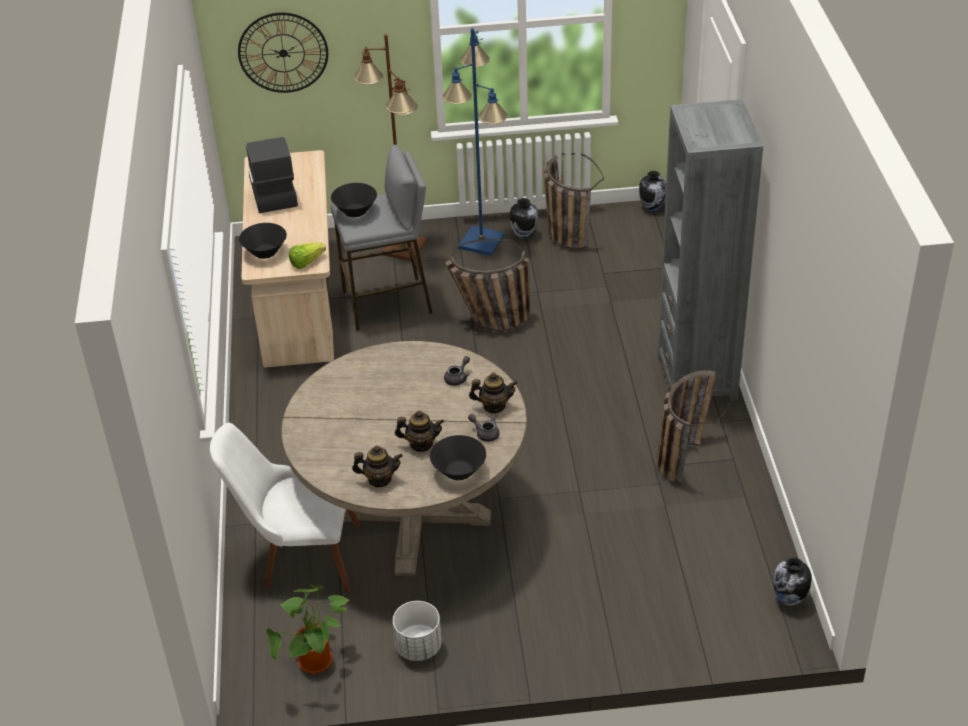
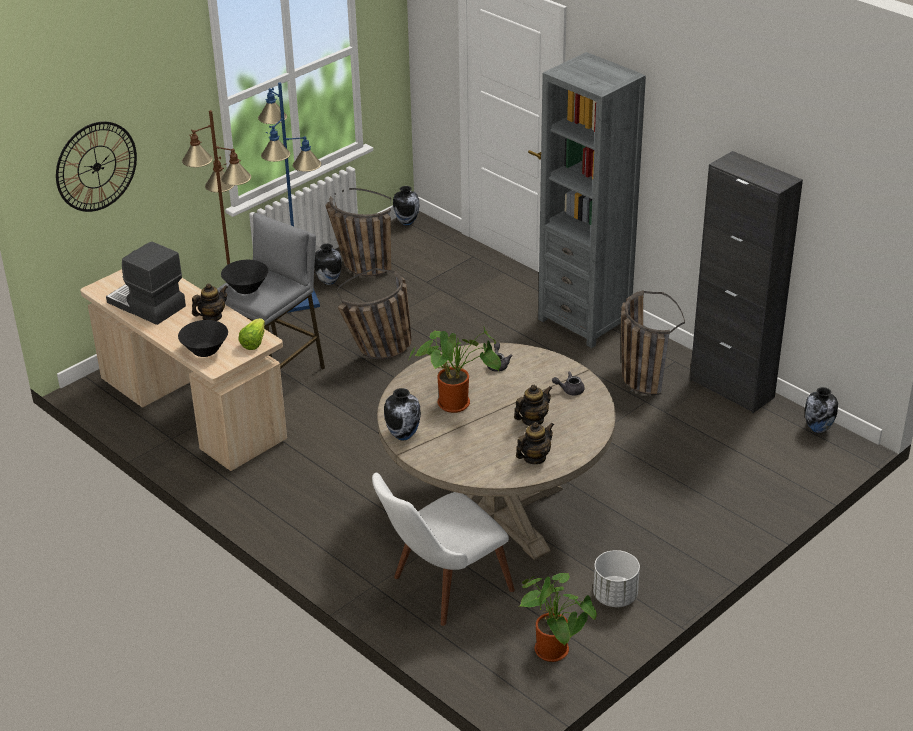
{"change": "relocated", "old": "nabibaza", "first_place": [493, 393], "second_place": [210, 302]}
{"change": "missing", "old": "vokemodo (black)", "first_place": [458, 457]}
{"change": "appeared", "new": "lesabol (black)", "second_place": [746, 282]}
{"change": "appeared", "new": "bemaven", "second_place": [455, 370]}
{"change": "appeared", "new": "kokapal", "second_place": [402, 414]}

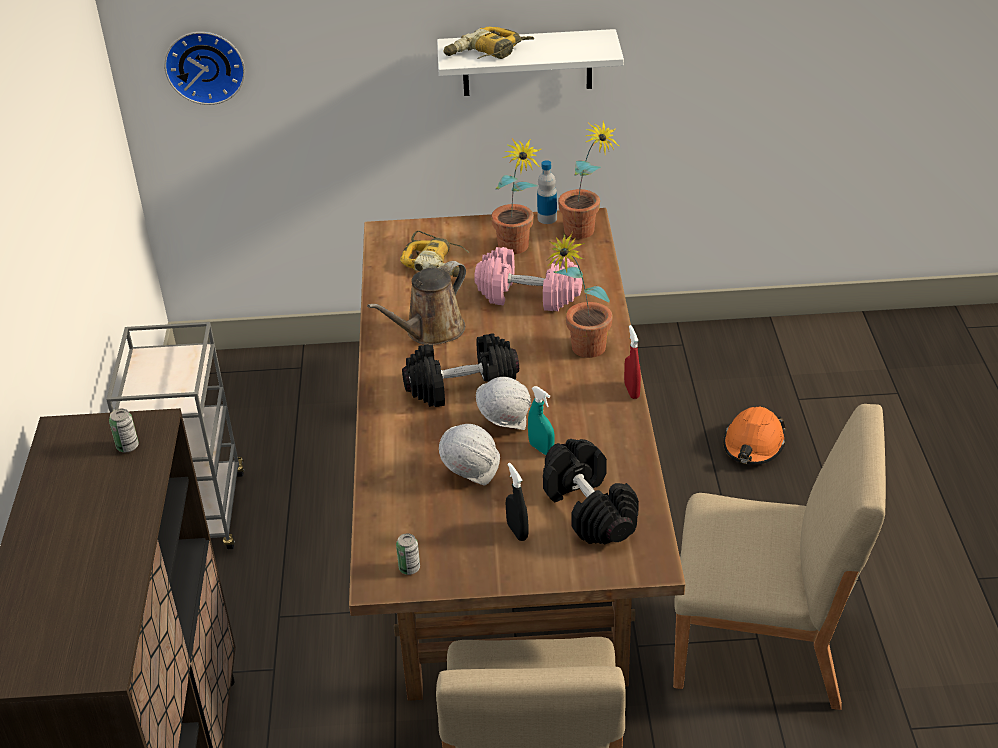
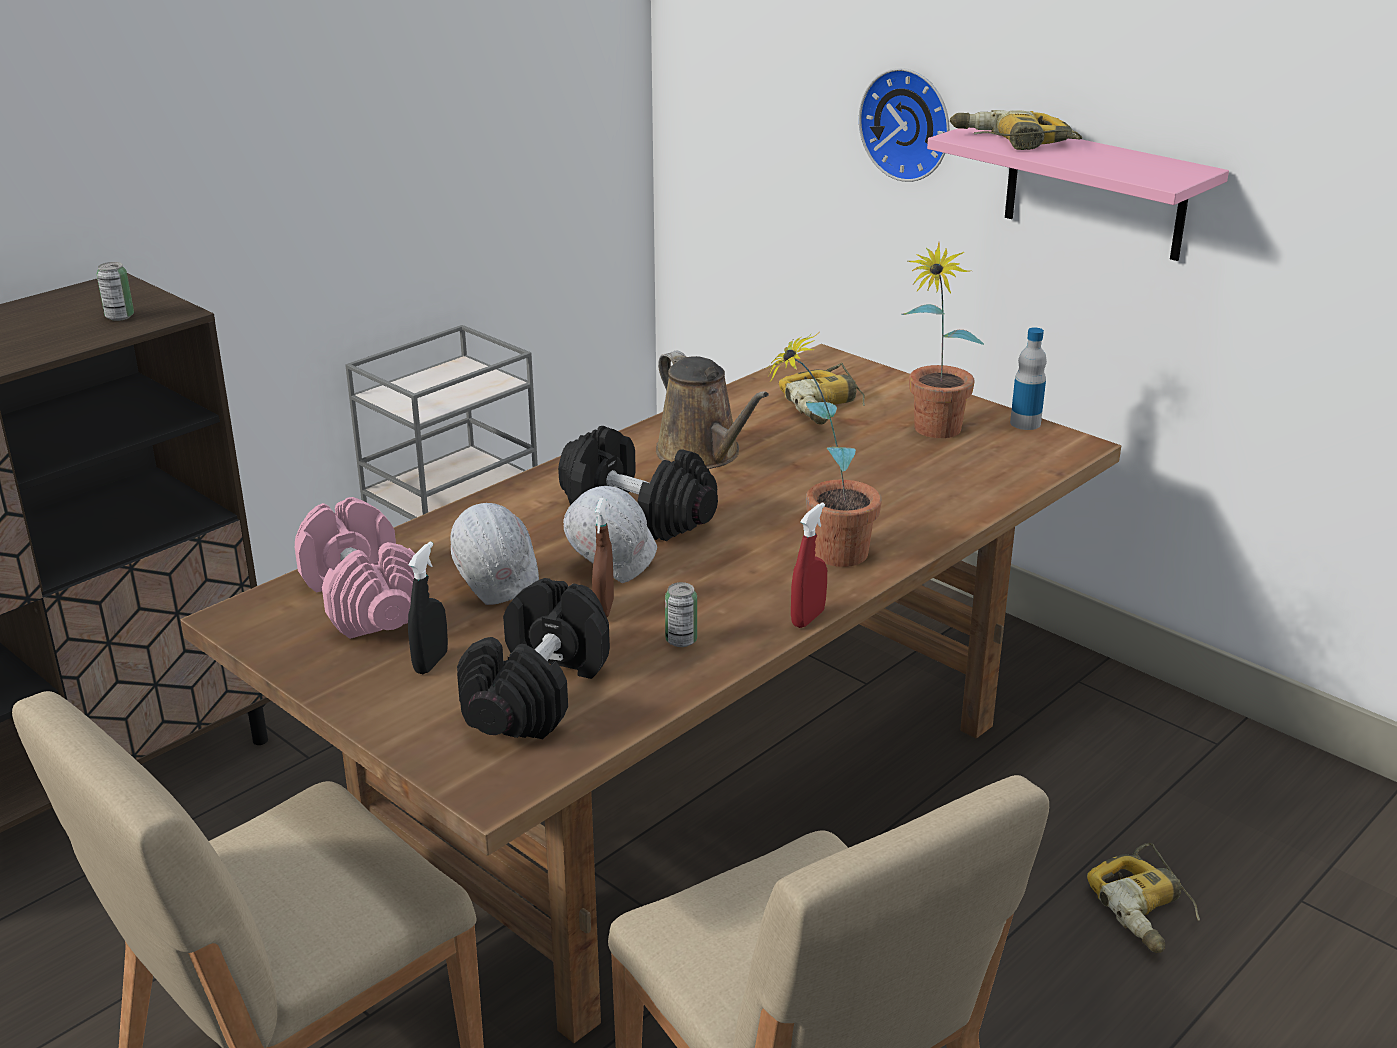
{"change": "colour", "old": "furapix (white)", "new": "furapix (pink)", "first_place": [530, 62], "second_place": [1078, 194]}
{"change": "relocated", "old": "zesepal", "first_place": [204, 68], "second_place": [904, 125]}
{"change": "missing", "old": "bemaven", "first_place": [588, 179]}
{"change": "relocated", "old": "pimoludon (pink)", "first_place": [528, 279], "second_place": [355, 568]}
{"change": "spun", "old": "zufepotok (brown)", "first_place": [416, 303], "second_place": [712, 410], "degrees": -120}
{"change": "colour", "old": "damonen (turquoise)", "new": "damonen (brown)", "first_place": [541, 420], "second_place": [603, 557]}
{"change": "exchanged", "old": "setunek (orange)", "new": "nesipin", "first_place": [754, 436], "second_place": [1143, 898]}
{"change": "relocated", "old": "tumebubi", "first_place": [408, 554], "second_place": [681, 614]}

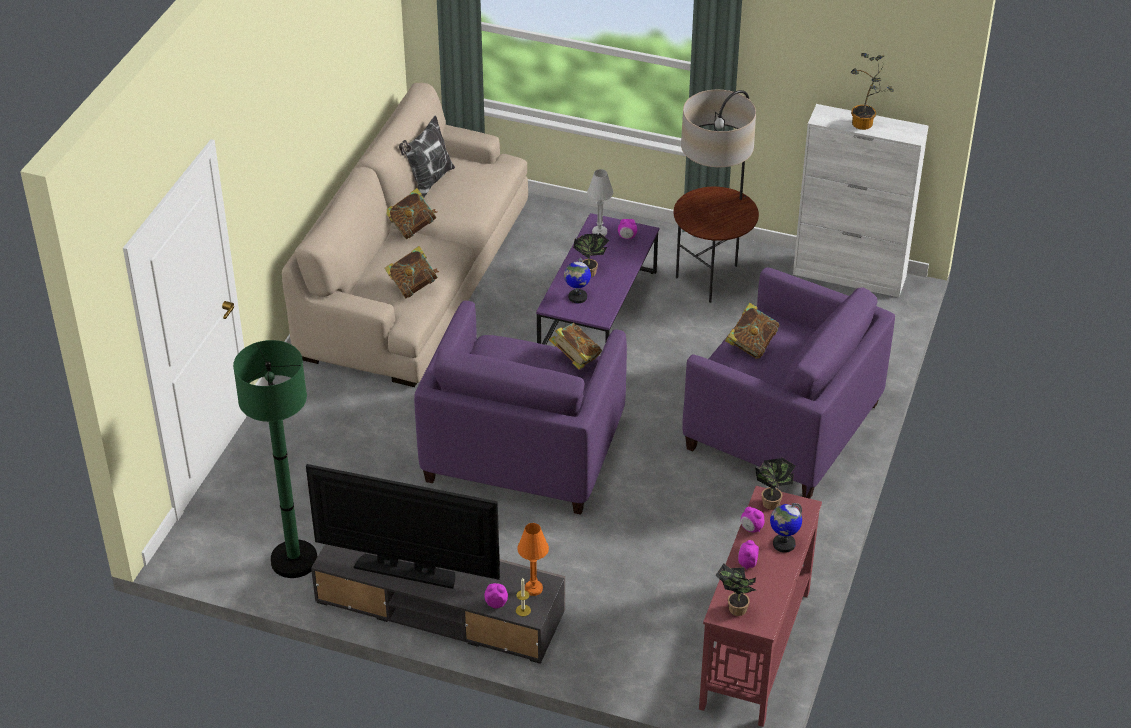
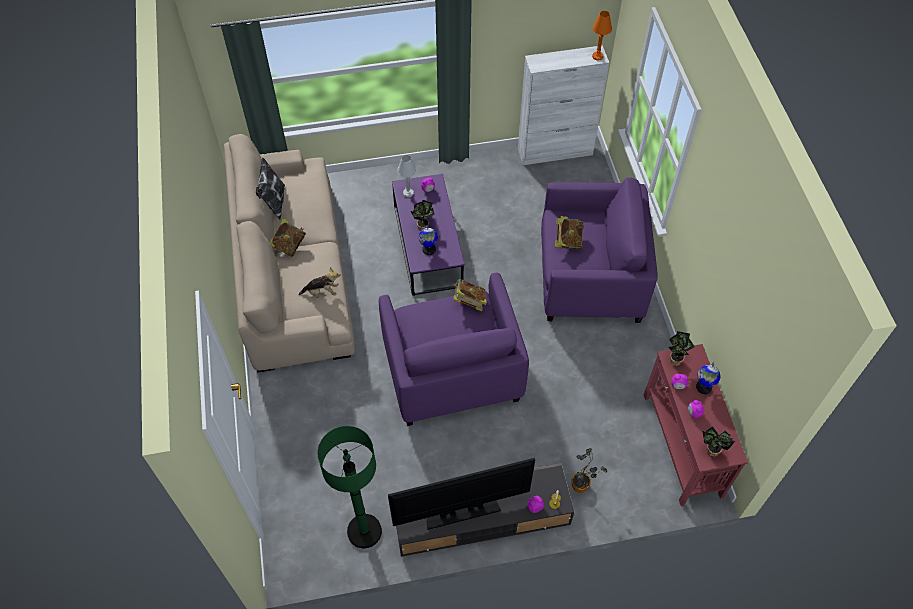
{"change": "relocated", "old": "bemaven", "first_place": [872, 91], "second_place": [589, 470]}
{"change": "missing", "old": "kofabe", "first_place": [716, 196]}
{"change": "exchanged", "old": "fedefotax", "new": "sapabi", "first_place": [412, 272], "second_place": [320, 282]}
{"change": "relocated", "old": "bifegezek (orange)", "first_place": [533, 559], "second_place": [602, 36]}

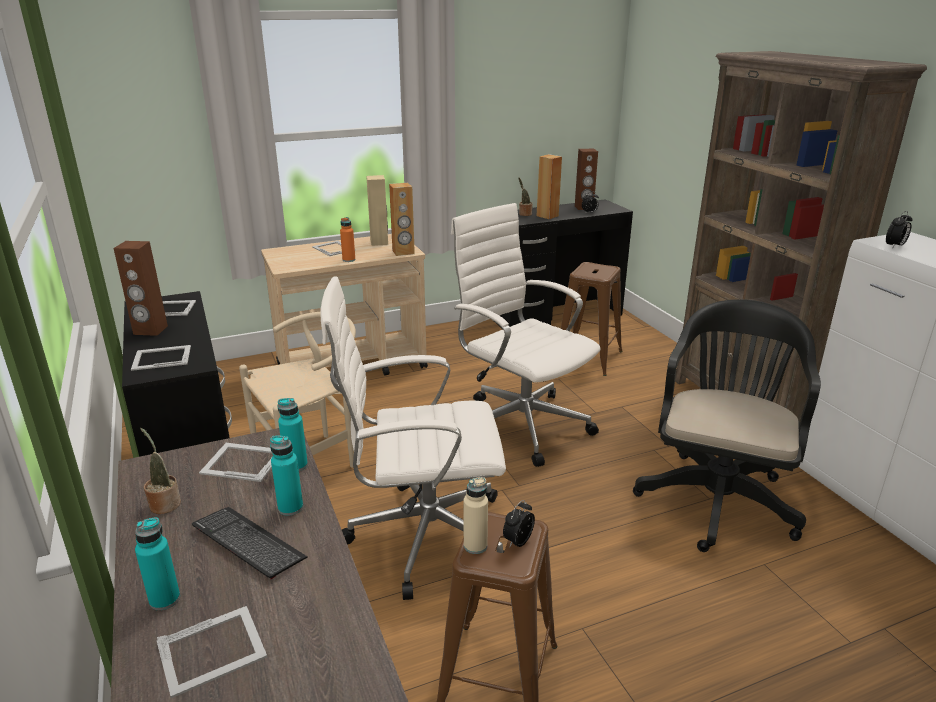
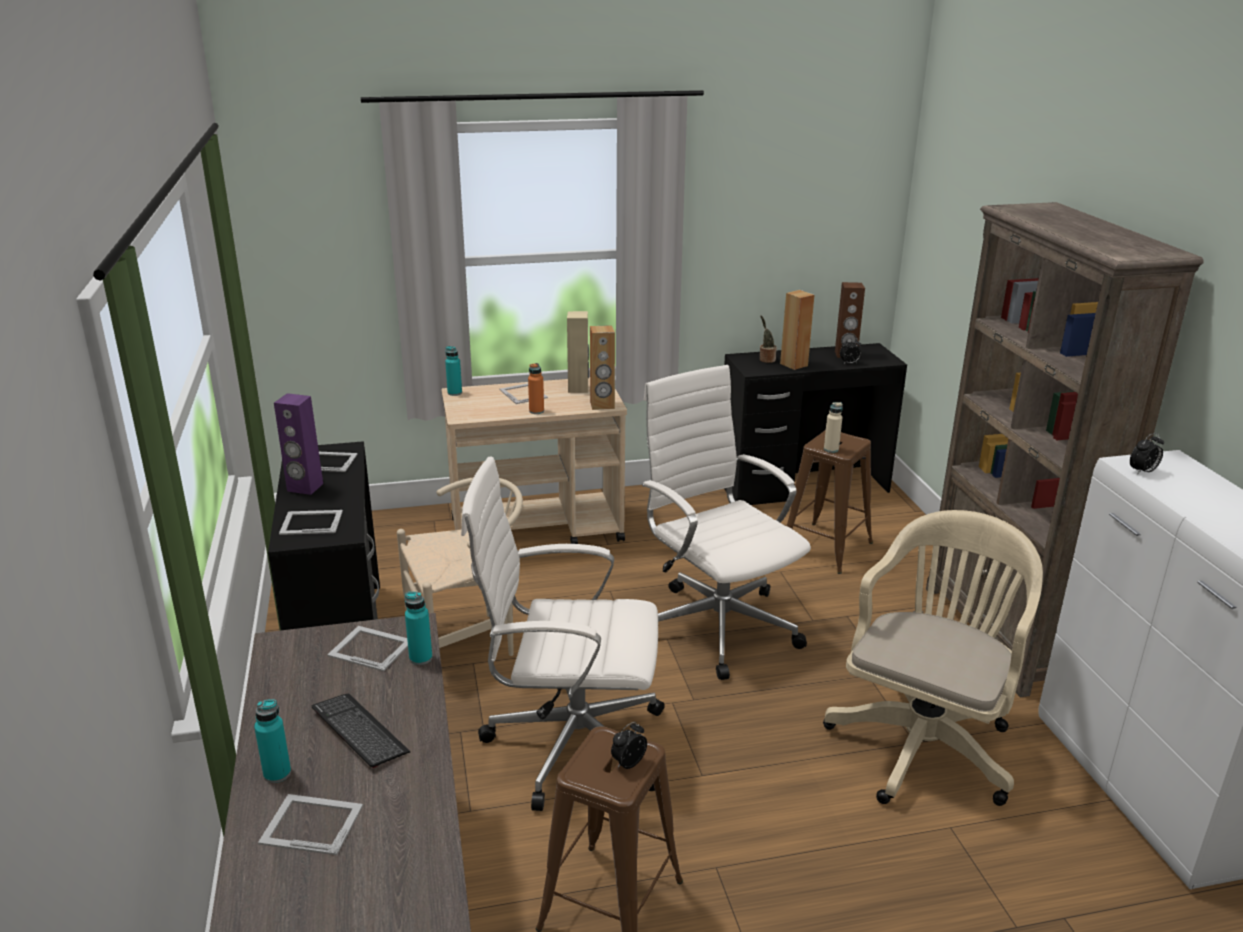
{"change": "colour", "old": "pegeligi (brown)", "new": "pegeligi (purple)", "first_place": [141, 288], "second_place": [298, 444]}
{"change": "colour", "old": "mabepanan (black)", "new": "mabepanan (beige)", "first_place": [727, 425], "second_place": [933, 658]}
{"change": "missing", "old": "bemaven", "first_place": [160, 471]}
{"change": "relocated", "old": "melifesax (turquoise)", "first_place": [286, 475], "second_place": [453, 371]}
{"change": "relocated", "old": "melifesax (beige)", "first_place": [475, 515], "second_place": [833, 427]}
{"change": "spun", "old": "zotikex", "first_place": [212, 652], "second_place": [310, 824], "degrees": -150}

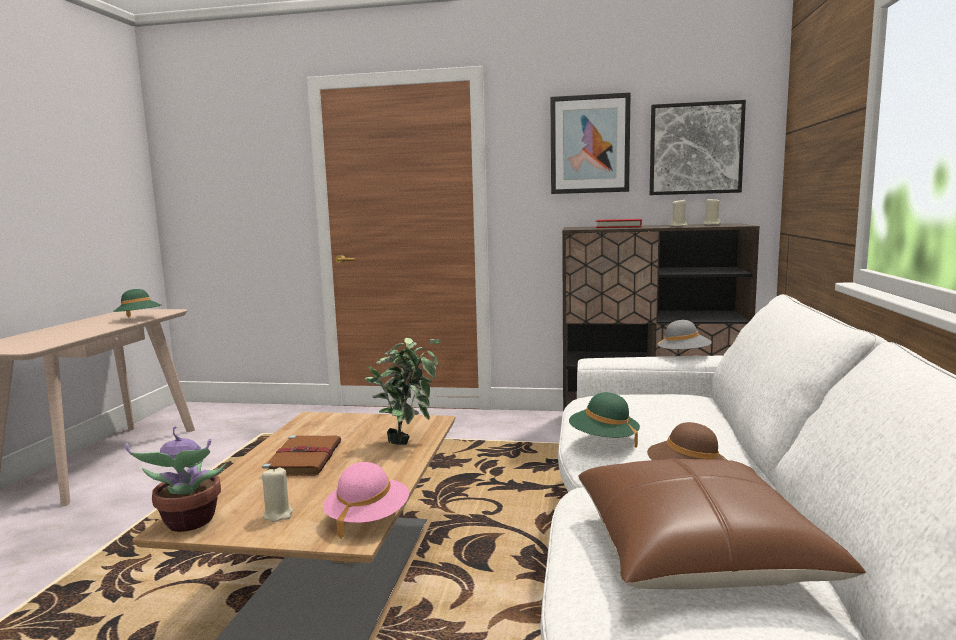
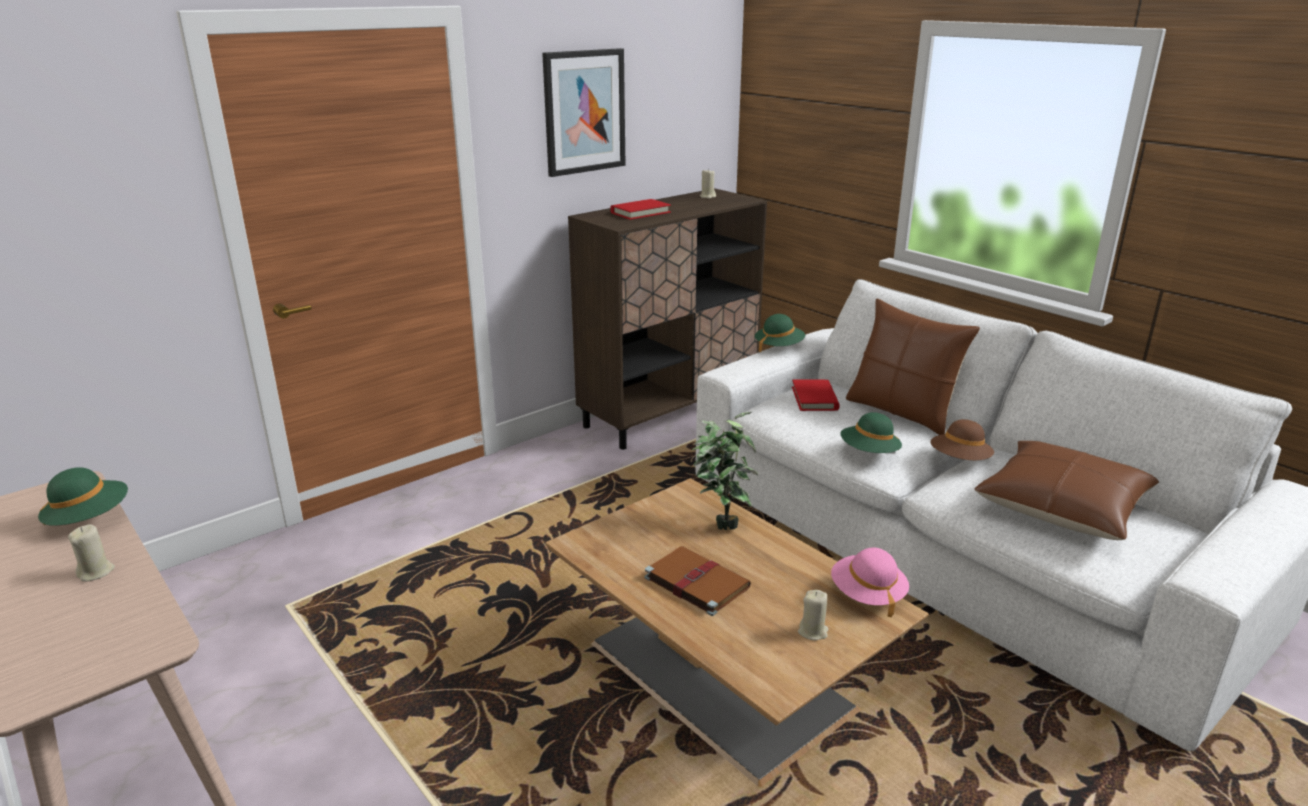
{"change": "missing", "old": "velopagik", "first_place": [698, 147]}
{"change": "relocated", "old": "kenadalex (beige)", "first_place": [679, 212], "second_place": [91, 553]}
{"change": "colour", "old": "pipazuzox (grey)", "new": "pipazuzox (green)", "first_place": [684, 334], "second_place": [780, 333]}
{"change": "missing", "old": "bemaven", "first_place": [175, 479]}
{"change": "appeared", "new": "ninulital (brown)", "second_place": [913, 367]}
{"change": "appeared", "new": "fedefotax (red)", "second_place": [816, 395]}

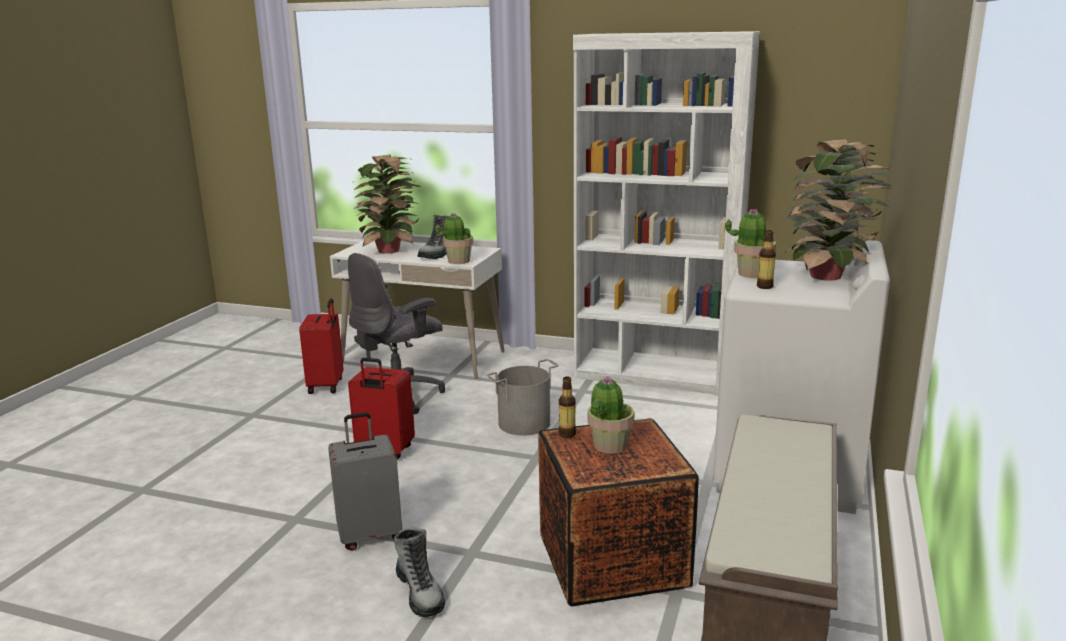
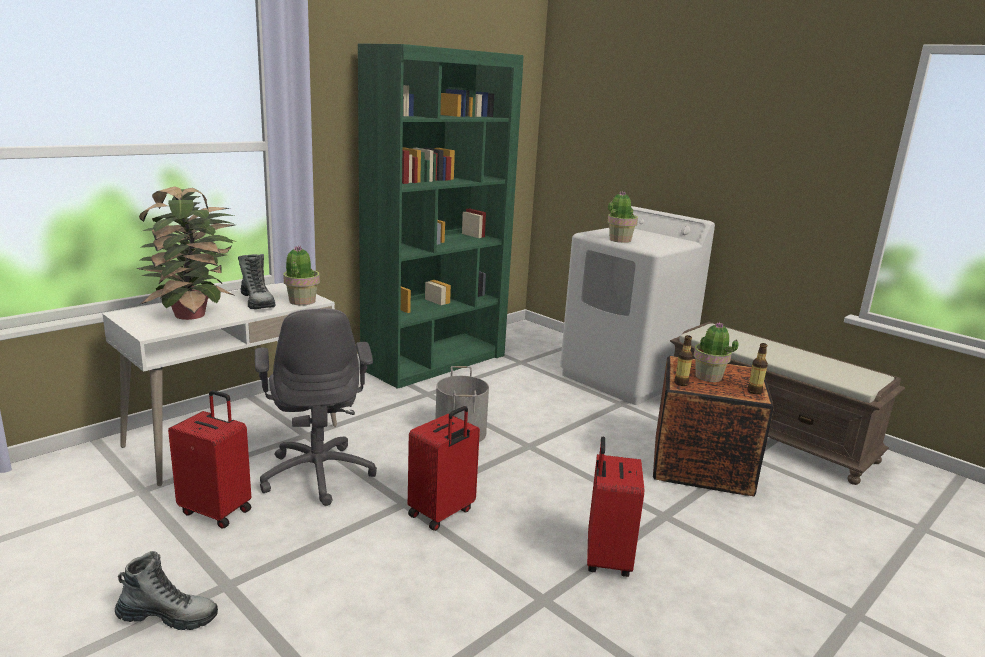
{"change": "colour", "old": "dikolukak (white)", "new": "dikolukak (green)", "first_place": [666, 213], "second_place": [441, 216]}
{"change": "missing", "old": "bemaven", "first_place": [838, 210]}
{"change": "relocated", "old": "melifesax", "first_place": [766, 259], "second_place": [757, 368]}
{"change": "colour", "old": "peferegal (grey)", "new": "peferegal (red)", "first_place": [365, 481], "second_place": [615, 506]}
{"change": "relocated", "old": "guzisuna", "first_place": [419, 572], "second_place": [166, 590]}

